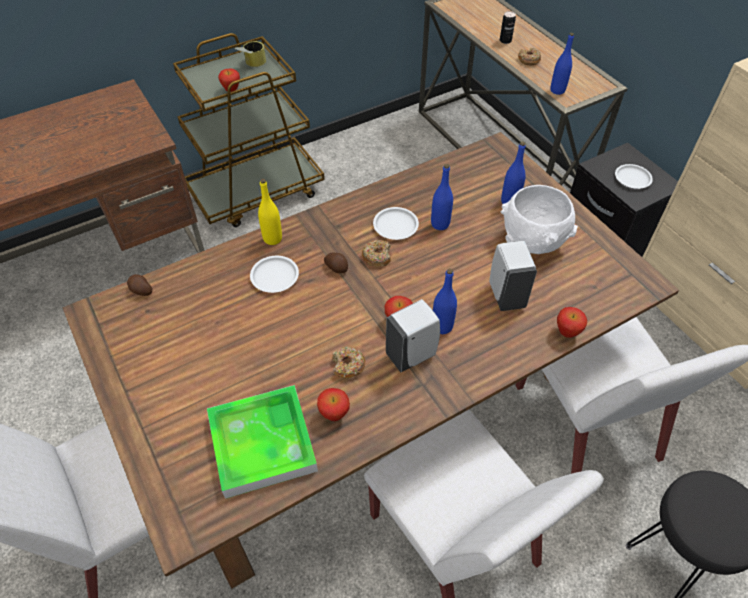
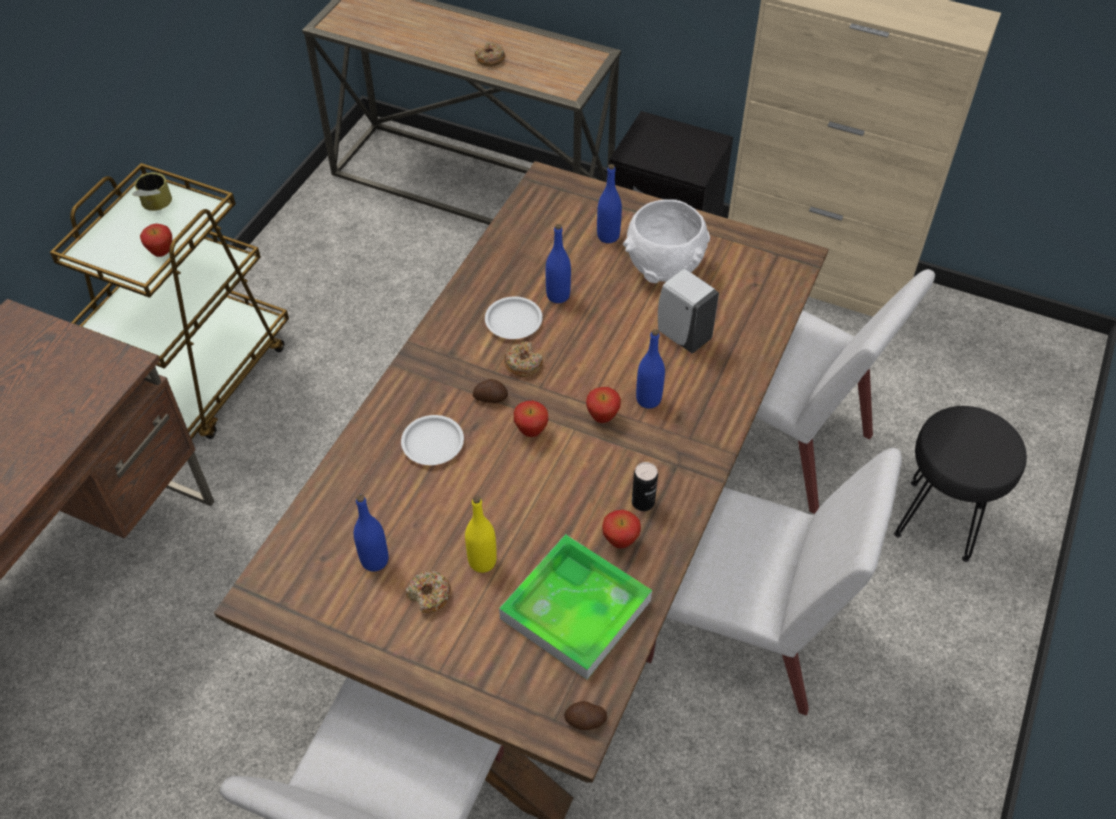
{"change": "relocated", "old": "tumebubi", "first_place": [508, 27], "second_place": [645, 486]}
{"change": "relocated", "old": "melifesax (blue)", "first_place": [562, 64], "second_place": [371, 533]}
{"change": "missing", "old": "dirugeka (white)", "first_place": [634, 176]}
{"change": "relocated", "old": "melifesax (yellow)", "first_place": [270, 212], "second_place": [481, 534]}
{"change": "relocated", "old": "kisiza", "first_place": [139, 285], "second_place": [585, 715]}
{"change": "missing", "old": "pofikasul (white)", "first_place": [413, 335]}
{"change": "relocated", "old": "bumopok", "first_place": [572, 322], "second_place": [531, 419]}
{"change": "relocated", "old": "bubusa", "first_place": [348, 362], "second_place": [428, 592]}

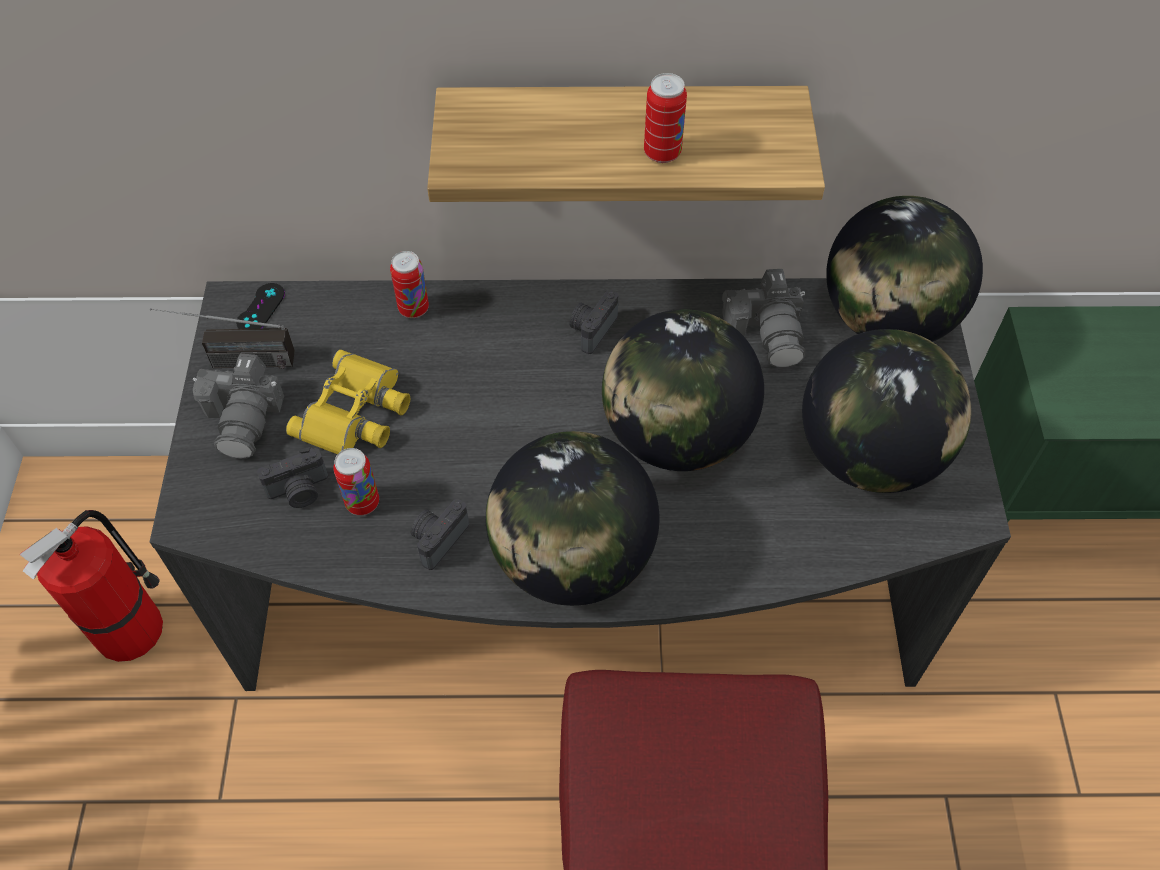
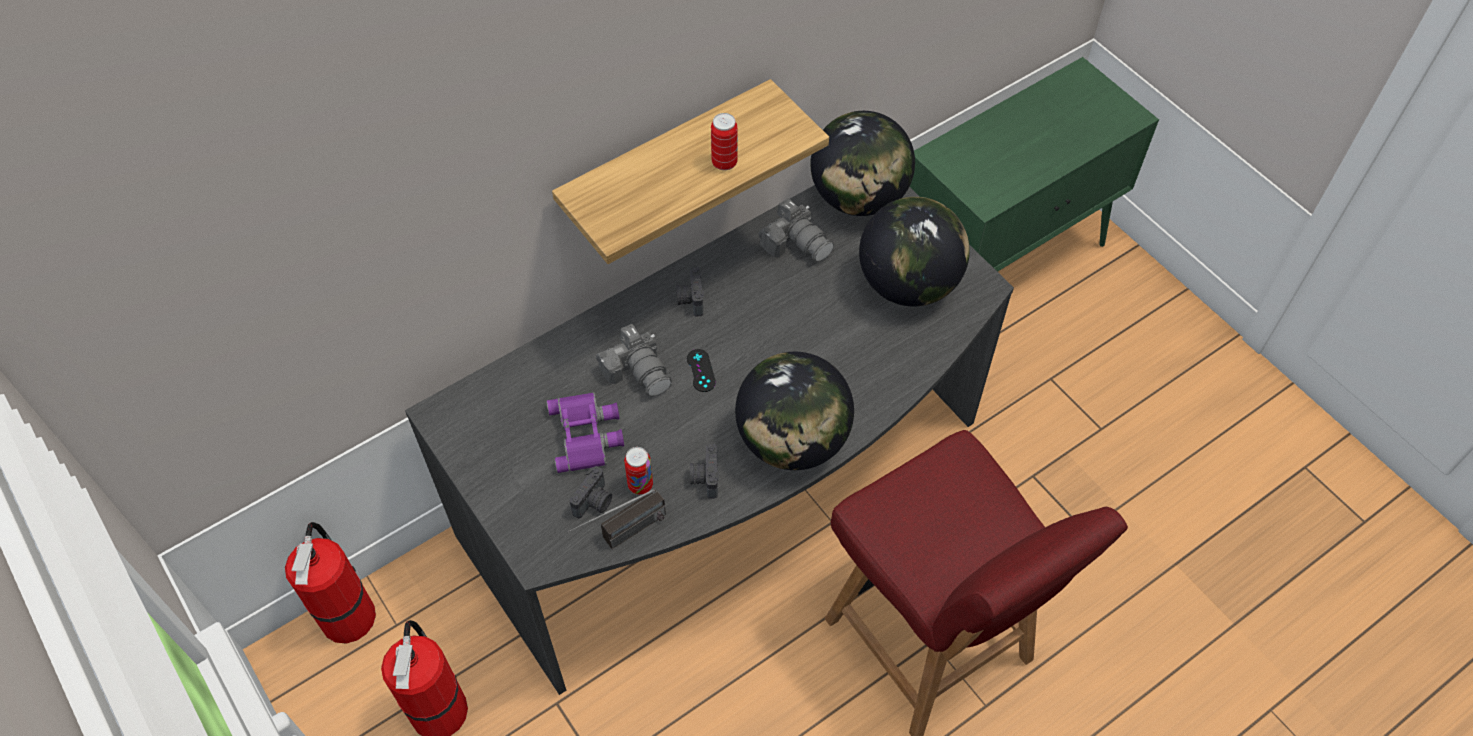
{"change": "missing", "old": "tumebubi", "first_place": [409, 284]}
{"change": "relocated", "old": "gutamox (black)", "first_place": [260, 306], "second_place": [701, 370]}
{"change": "relocated", "old": "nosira", "first_place": [222, 338], "second_place": [616, 519]}
{"change": "missing", "old": "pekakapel", "first_place": [683, 390]}
{"change": "colour", "old": "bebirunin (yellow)", "new": "bebirunin (purple)", "first_place": [348, 402], "second_place": [585, 432]}
{"change": "relocated", "old": "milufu", "first_place": [238, 406], "second_place": [634, 360]}
{"change": "appeared", "new": "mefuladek", "second_place": [330, 583]}

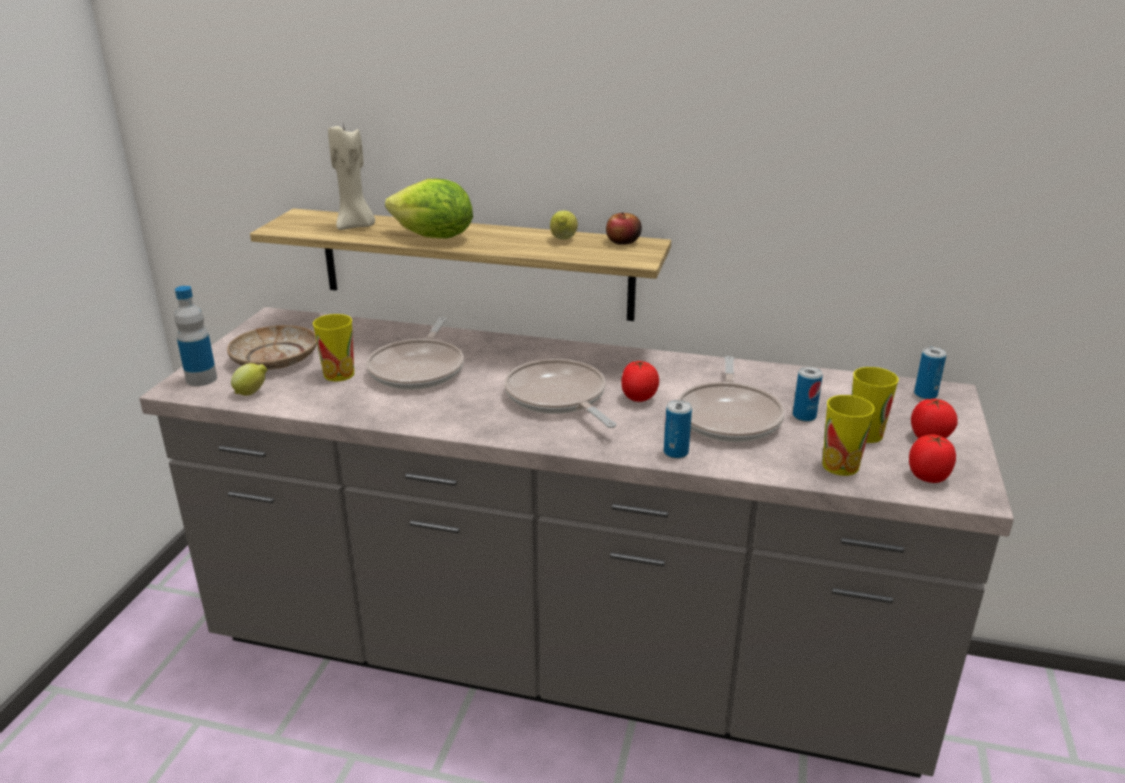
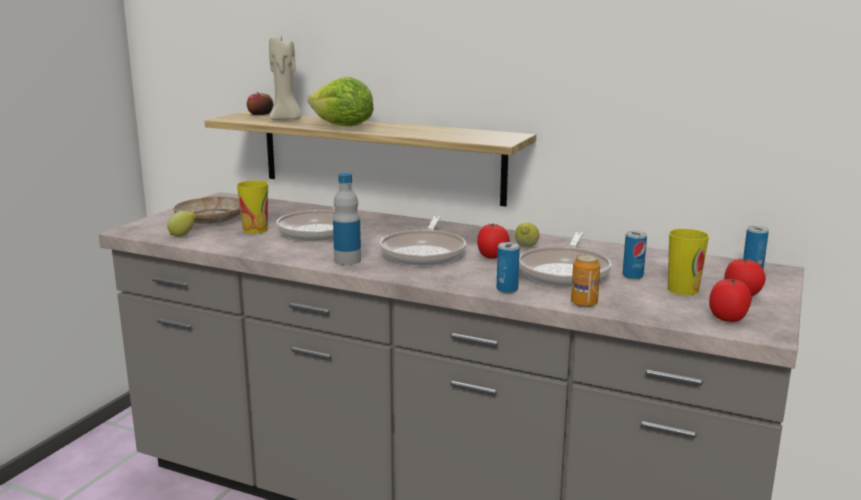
{"change": "relocated", "old": "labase", "first_place": [564, 225], "second_place": [527, 234]}
{"change": "relocated", "old": "bumopok", "first_place": [624, 229], "second_place": [260, 103]}
{"change": "relocated", "old": "melifesax", "first_place": [195, 336], "second_place": [347, 219]}
{"change": "spun", "old": "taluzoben", "first_place": [560, 393], "second_place": [422, 241], "degrees": -150}
{"change": "missing", "old": "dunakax", "first_place": [848, 435]}
{"change": "appeared", "new": "tumebubi", "second_place": [585, 280]}

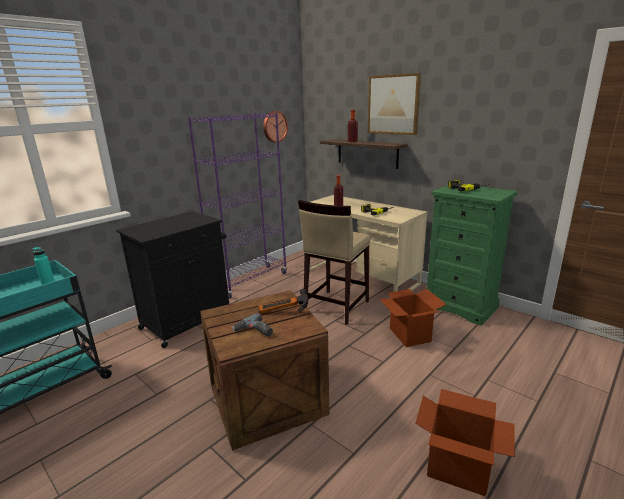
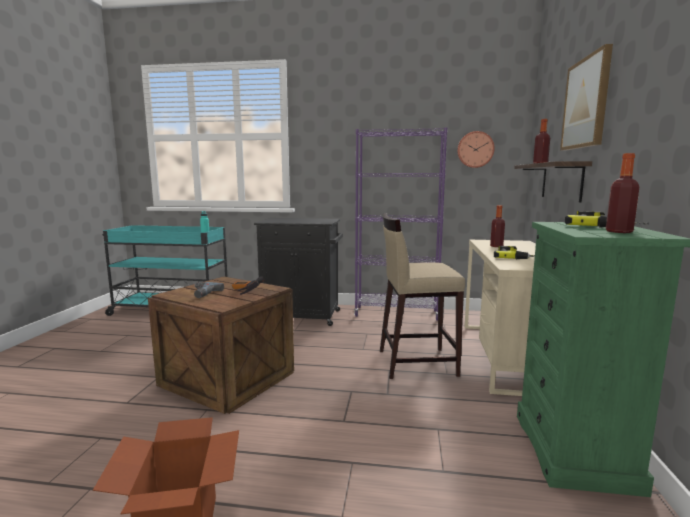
{"change": "missing", "old": "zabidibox", "first_place": [413, 318]}
{"change": "appeared", "new": "melifesax", "second_place": [622, 193]}

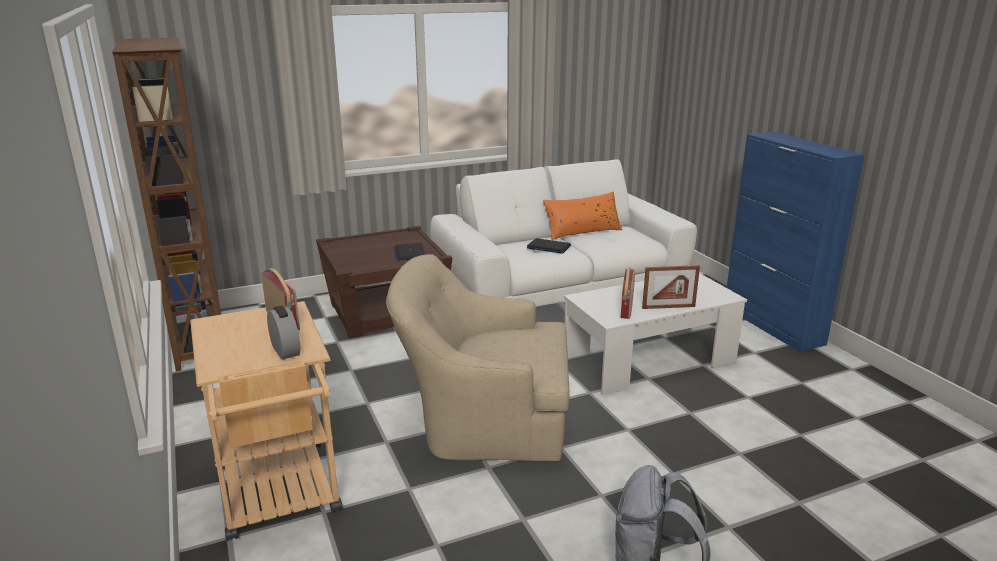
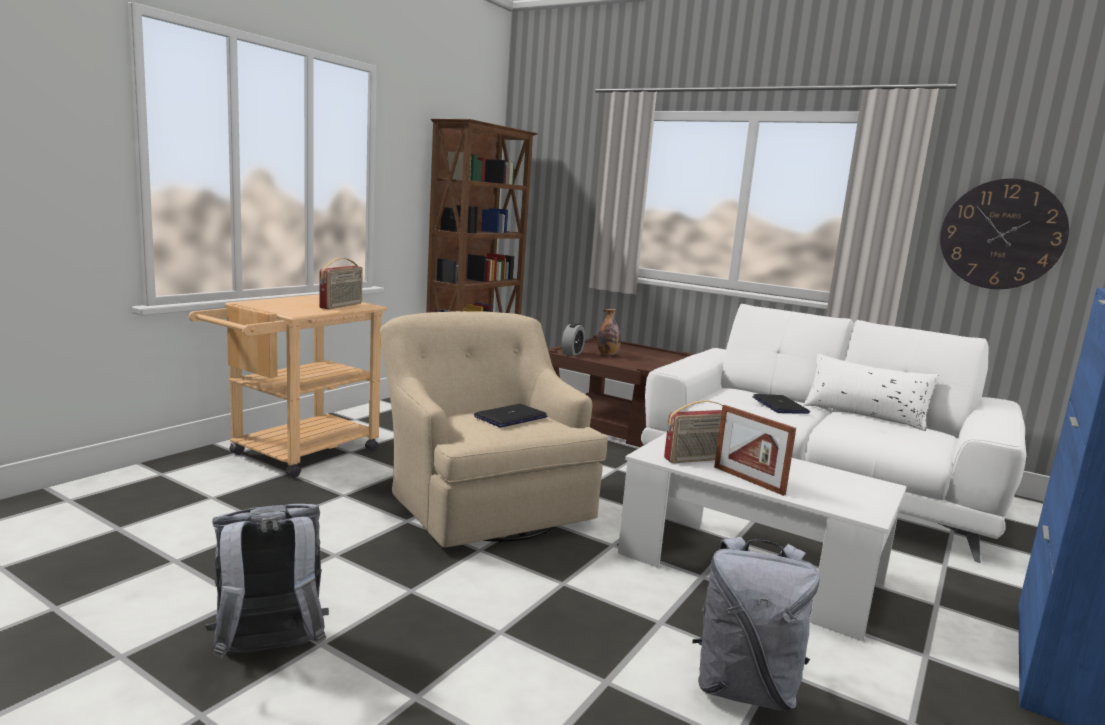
{"change": "colour", "old": "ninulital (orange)", "new": "ninulital (white)", "first_place": [582, 215], "second_place": [871, 392]}
{"change": "relocated", "old": "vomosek", "first_place": [409, 252], "second_place": [510, 415]}
{"change": "relocated", "old": "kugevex", "first_place": [283, 333], "second_place": [573, 339]}
{"change": "appeared", "new": "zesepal", "second_place": [1004, 233]}
{"change": "appeared", "new": "melifesax", "second_place": [609, 332]}
{"change": "appeared", "new": "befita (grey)", "second_place": [755, 624]}

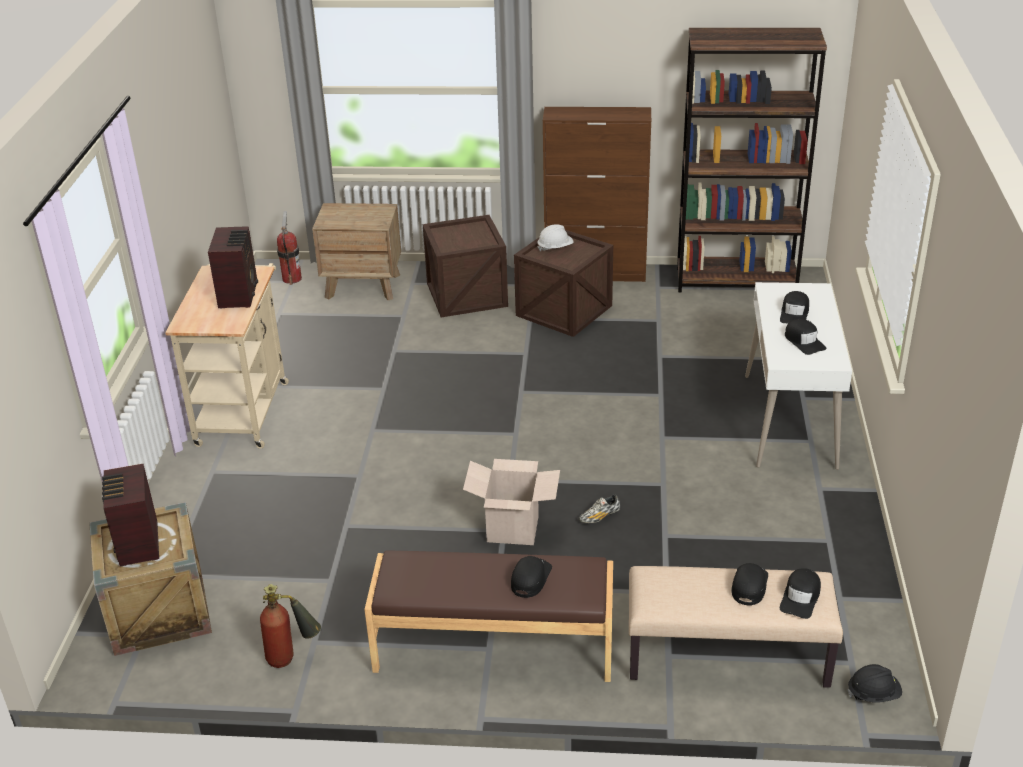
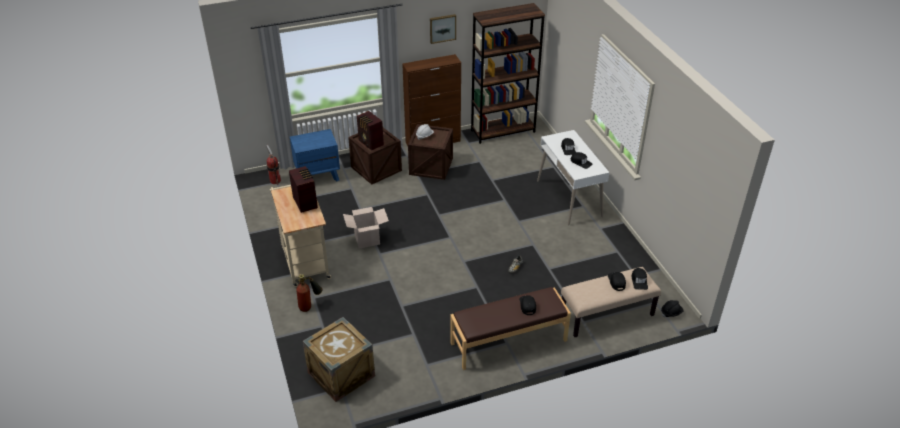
{"change": "colour", "old": "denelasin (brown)", "new": "denelasin (blue)", "first_place": [356, 251], "second_place": [315, 155]}
{"change": "relocated", "old": "zabidibox", "first_place": [511, 502], "second_place": [366, 228]}
{"change": "relocated", "old": "nosira", "first_place": [130, 515], "second_place": [370, 130]}
{"change": "relocated", "old": "mefuladek", "first_place": [290, 626], "second_place": [309, 293]}
{"change": "appeared", "new": "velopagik", "second_place": [443, 29]}

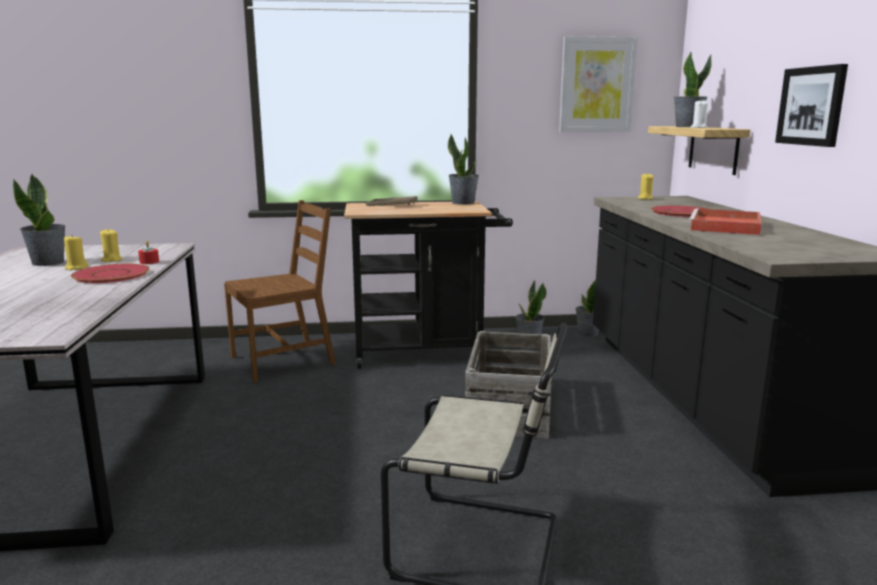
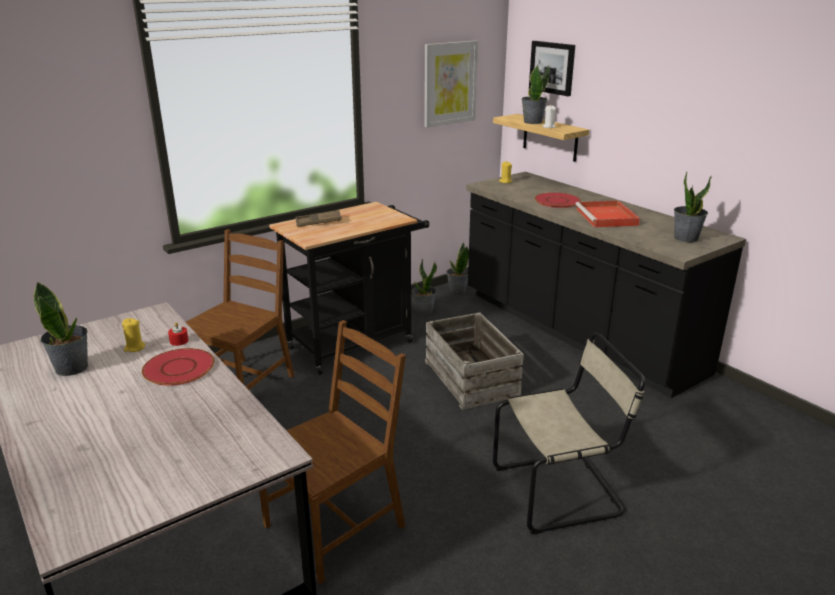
{"change": "relocated", "old": "velopagik", "first_place": [811, 105], "second_place": [552, 68]}
{"change": "relocated", "old": "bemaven", "first_place": [463, 169], "second_place": [693, 207]}
{"change": "missing", "old": "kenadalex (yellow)", "first_place": [76, 253]}
{"change": "appeared", "new": "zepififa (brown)", "second_place": [332, 452]}

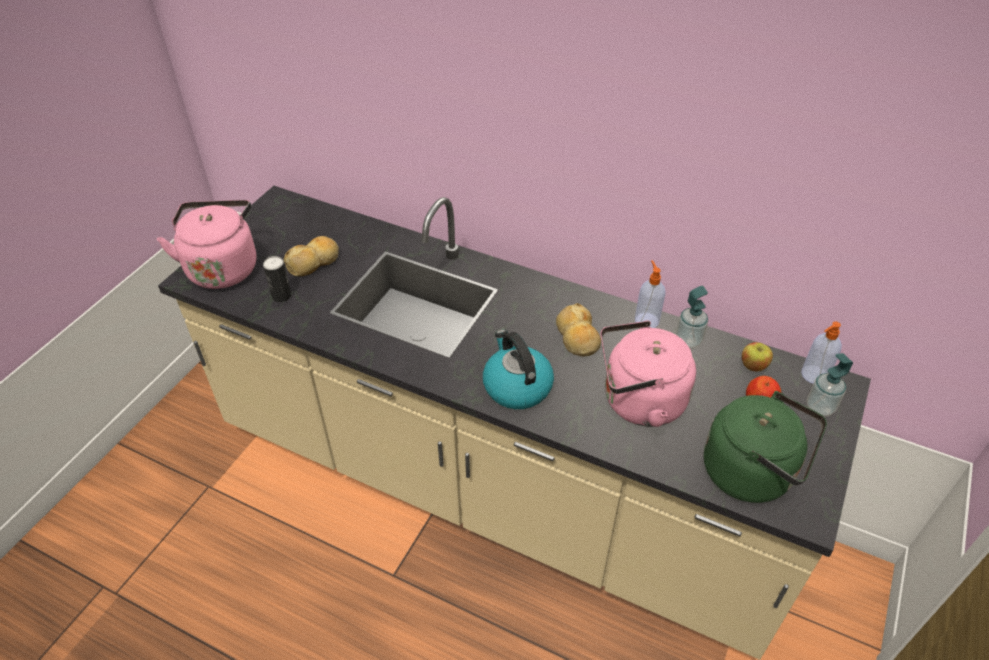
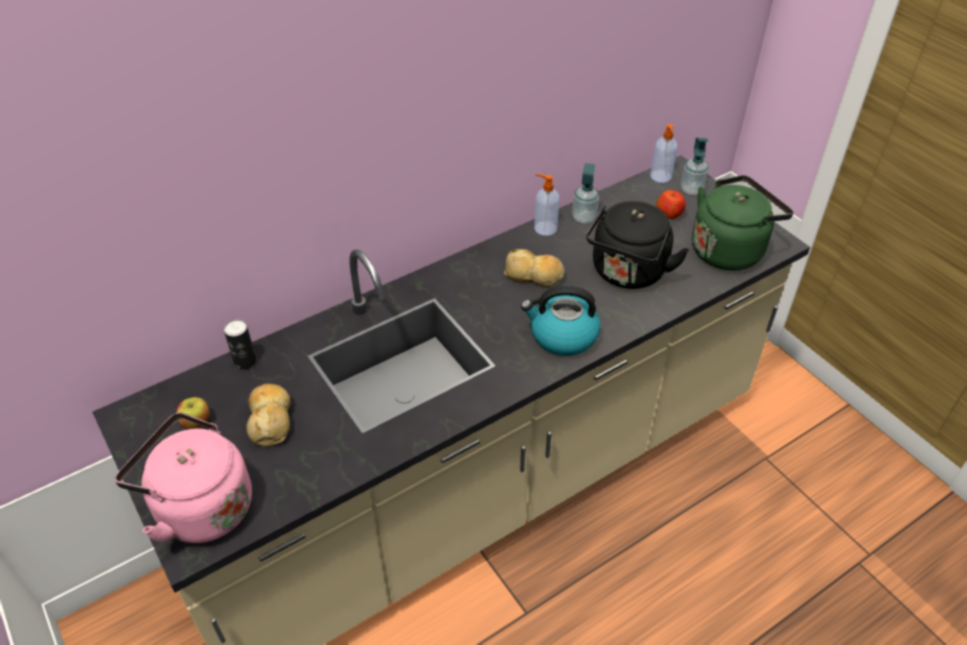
{"change": "relocated", "old": "tumebubi", "first_place": [277, 279], "second_place": [240, 344]}
{"change": "colour", "old": "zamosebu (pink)", "new": "zamosebu (black)", "first_place": [648, 374], "second_place": [637, 245]}
{"change": "relocated", "old": "bumopok", "first_place": [757, 356], "second_place": [192, 413]}

